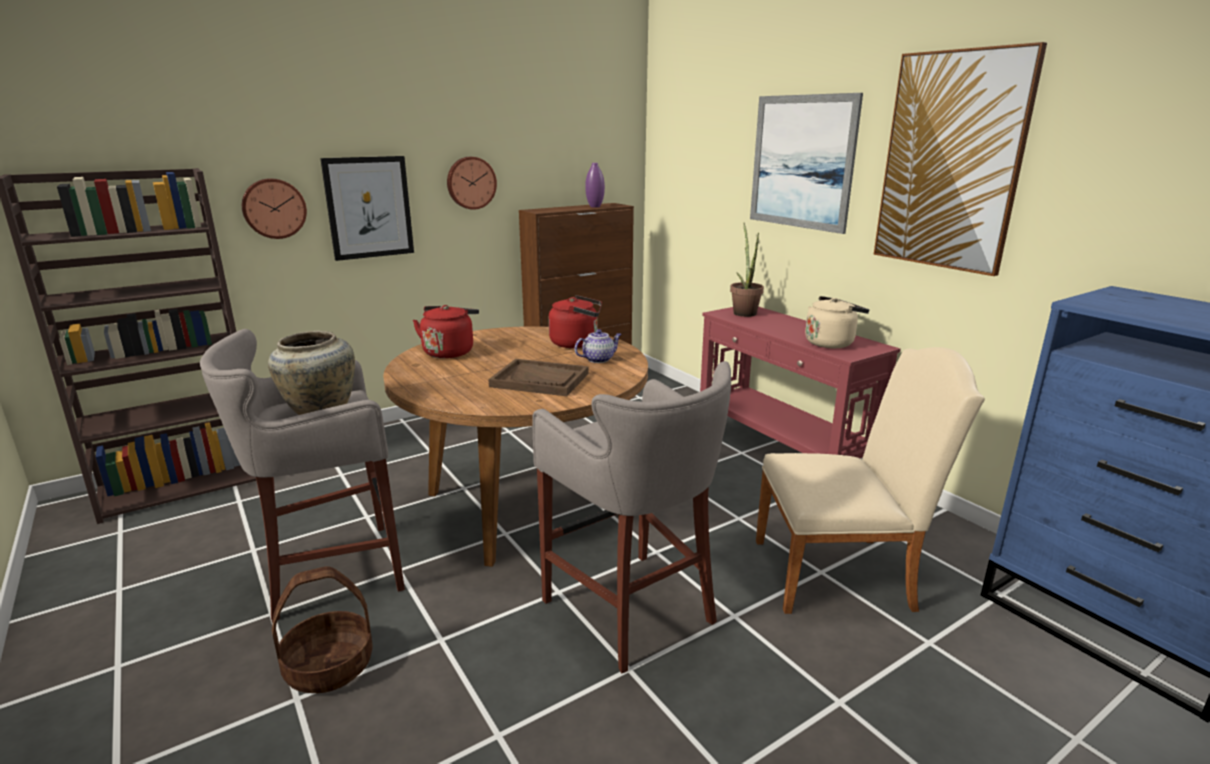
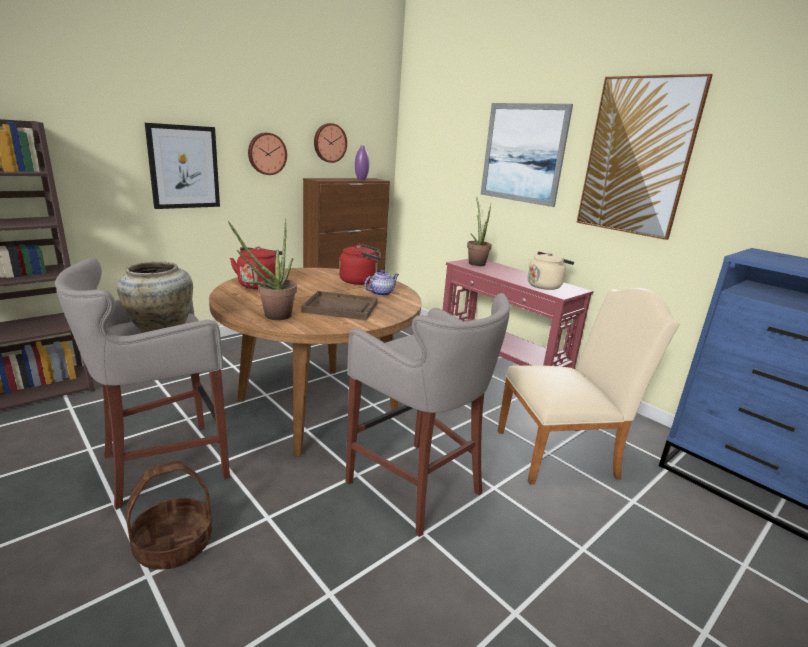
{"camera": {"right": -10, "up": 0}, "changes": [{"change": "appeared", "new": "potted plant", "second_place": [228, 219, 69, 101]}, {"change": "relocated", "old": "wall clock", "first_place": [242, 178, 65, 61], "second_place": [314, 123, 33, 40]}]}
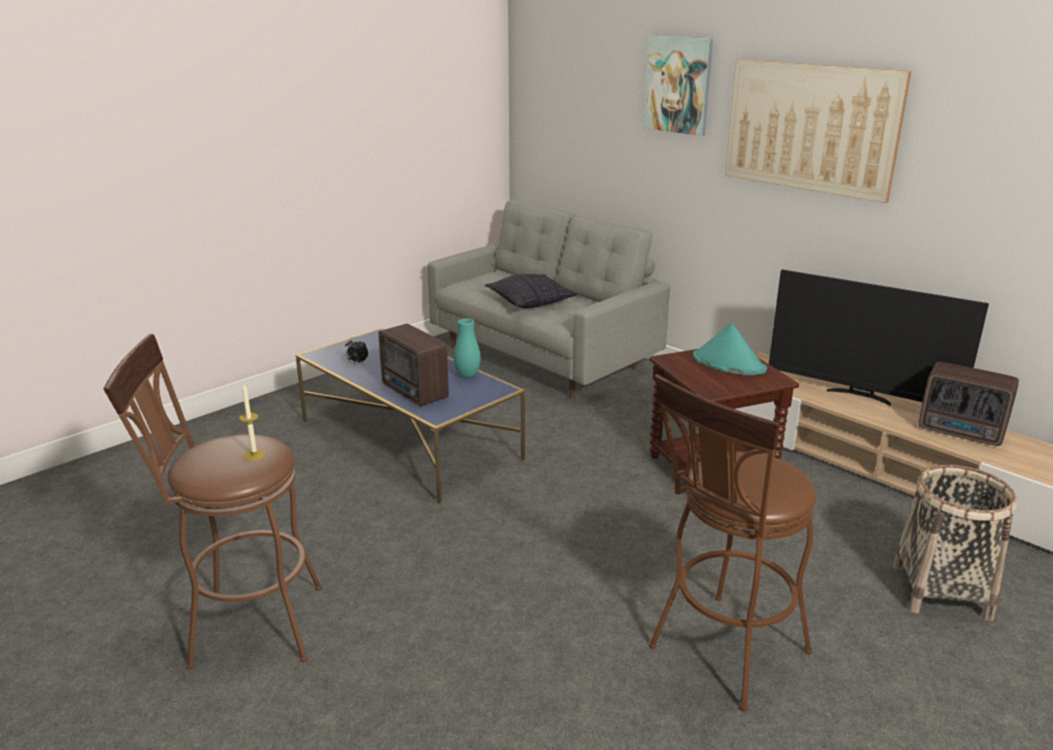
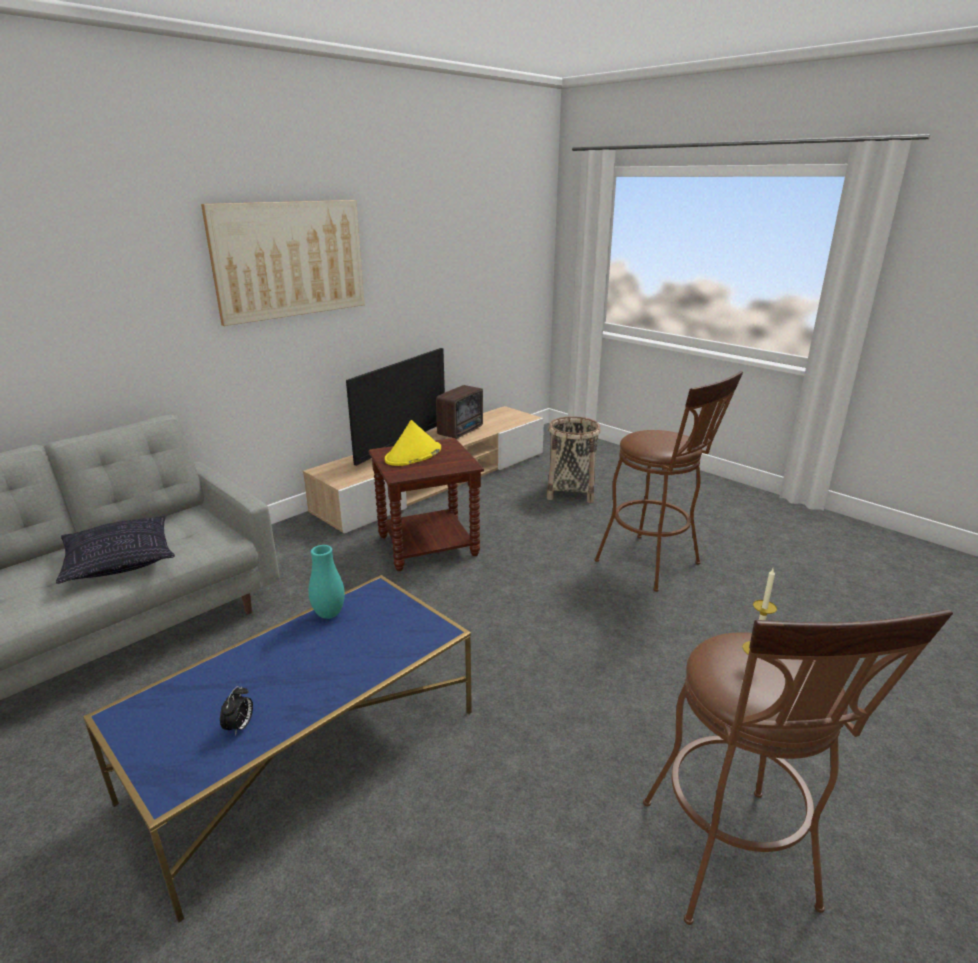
{"camera": {"right": -90, "up": 0}, "changes": [{"change": "missing", "old": "radio", "first_place": [378, 324, 71, 82]}, {"change": "missing", "old": "picture", "first_place": [643, 35, 70, 101]}, {"change": "colour", "old": "turquoise hat", "new": "yellow hat", "first_place": [693, 322, 74, 53], "second_place": [385, 420, 56, 46]}]}
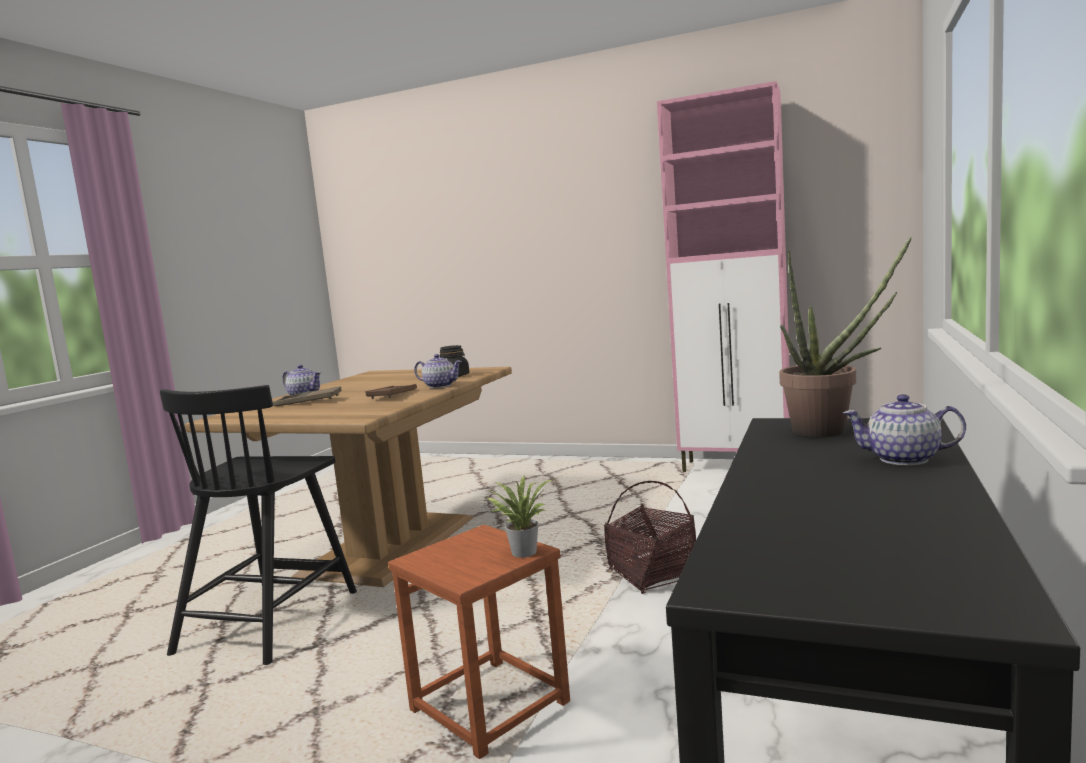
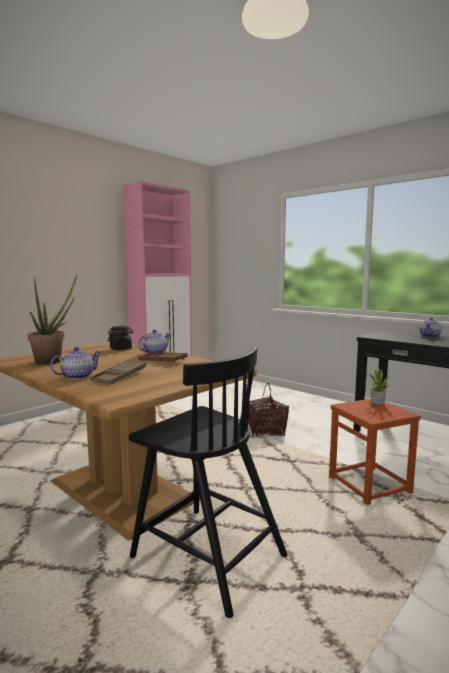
{"camera": {"right": -70, "up": 0}, "changes": [{"change": "relocated", "old": "potted plant", "first_place": [779, 235, 134, 202], "second_place": [27, 274, 50, 91]}]}
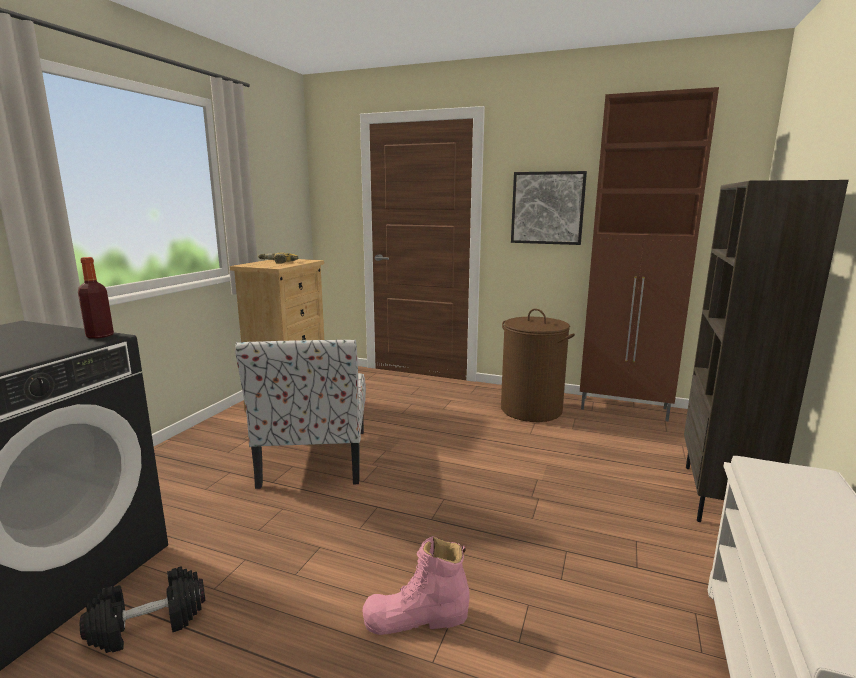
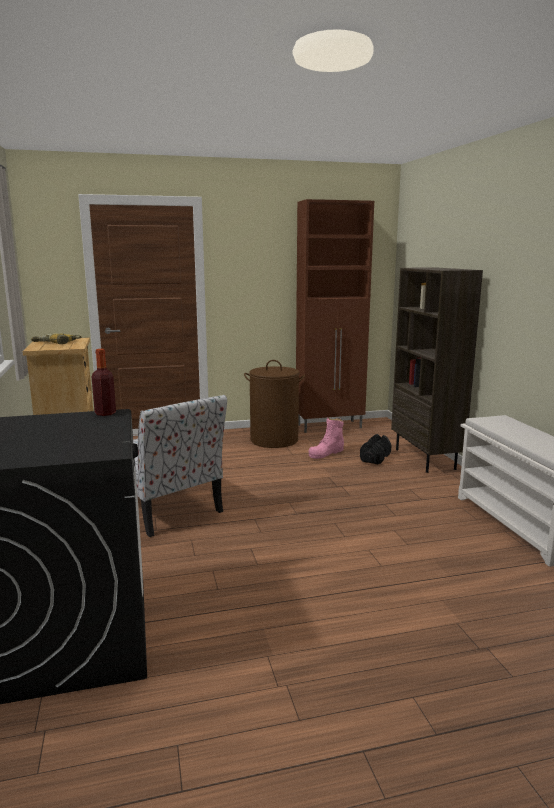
{"camera": {"right": -35, "up": 0}, "changes": [{"change": "missing", "old": "picture", "first_place": [511, 171, 76, 74]}, {"change": "relocated", "old": "black dumbbell", "first_place": [80, 566, 125, 87], "second_place": [360, 434, 31, 31]}, {"change": "relocated", "old": "pink boot", "first_place": [362, 536, 107, 99], "second_place": [308, 418, 36, 41]}]}
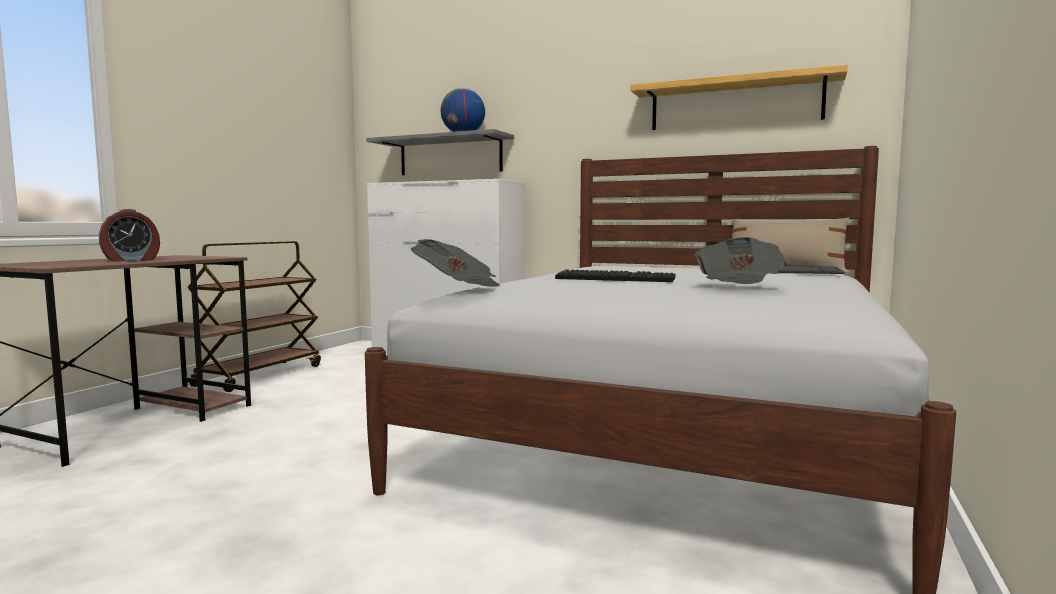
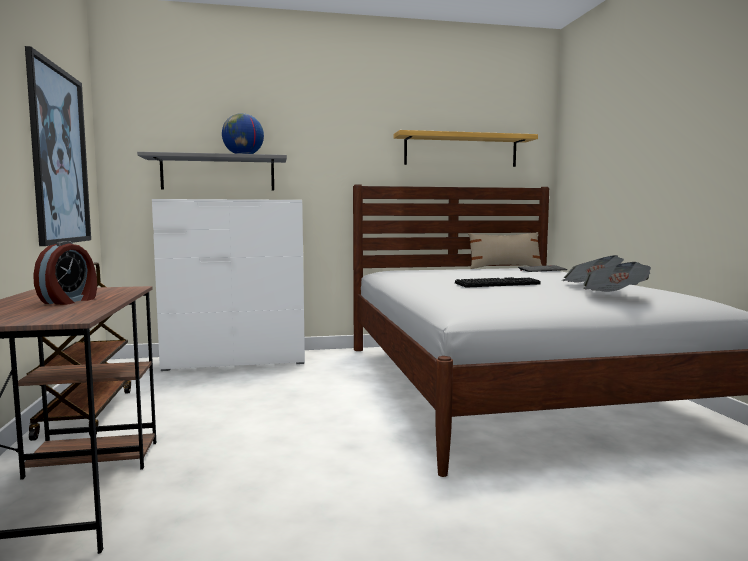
{"camera": {"right": -35, "up": 0}, "changes": [{"change": "appeared", "new": "picture", "second_place": [25, 46, 66, 200]}, {"change": "relocated", "old": "newspaper", "first_place": [411, 239, 89, 48], "second_place": [583, 262, 68, 30]}]}
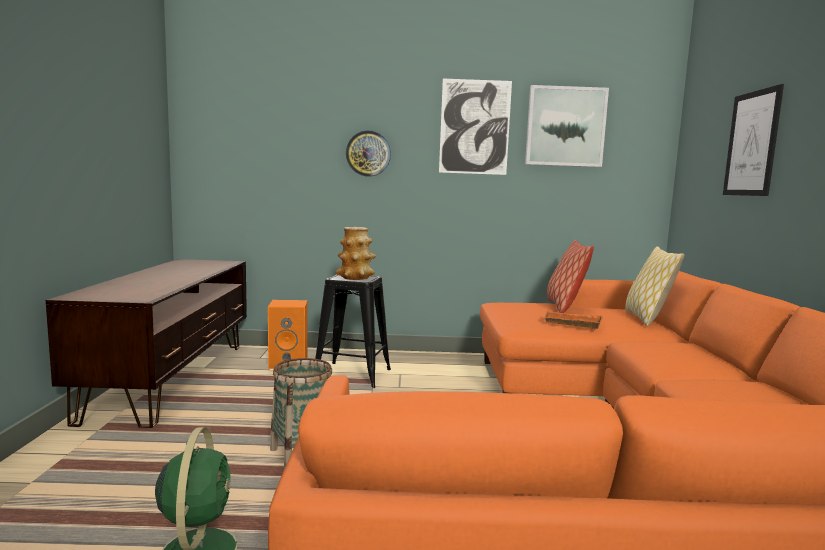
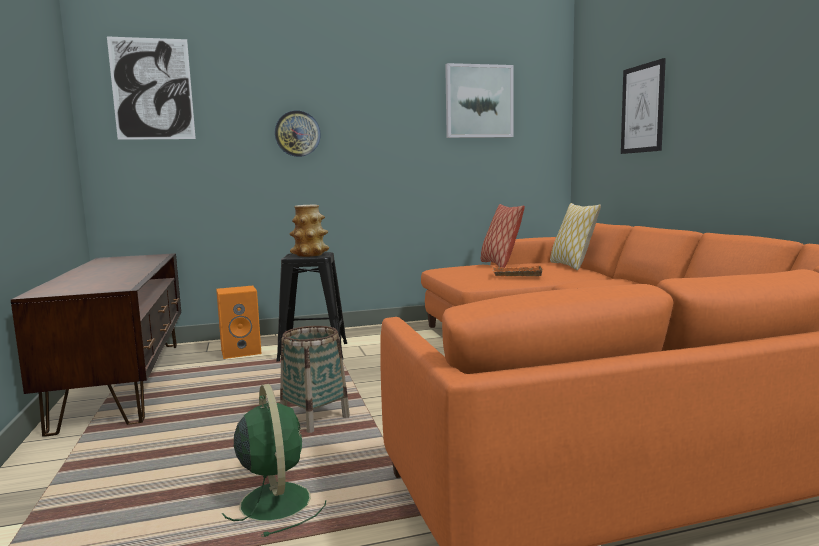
{"camera": {"right": -15, "up": 0}, "changes": [{"change": "relocated", "old": "picture", "first_place": [439, 79, 73, 96], "second_place": [107, 36, 89, 104]}]}
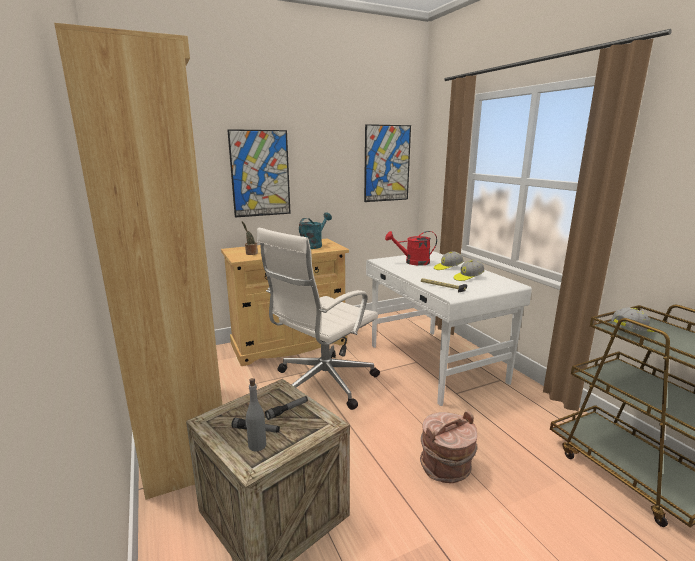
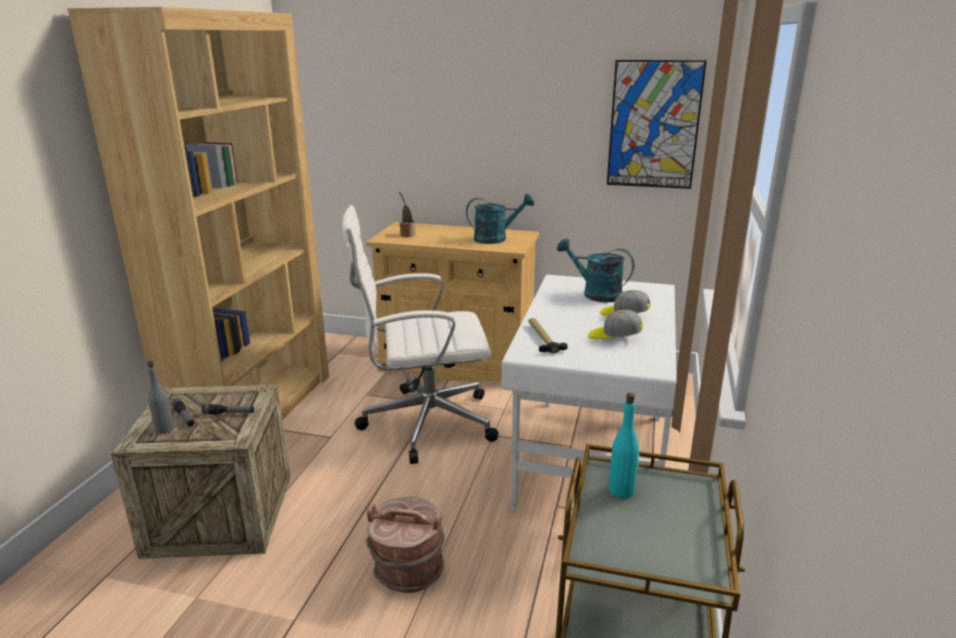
{"camera": {"right": 40, "up": 5}, "changes": [{"change": "missing", "old": "picture", "first_place": [227, 129, 64, 89]}, {"change": "exchanged", "old": "cap", "new": "turquoise bottle", "first_place": [611, 308, 44, 24], "second_place": [608, 393, 31, 105]}, {"change": "colour", "old": "red watering can", "new": "turquoise watering can", "first_place": [385, 231, 52, 35], "second_place": [557, 238, 78, 64]}]}
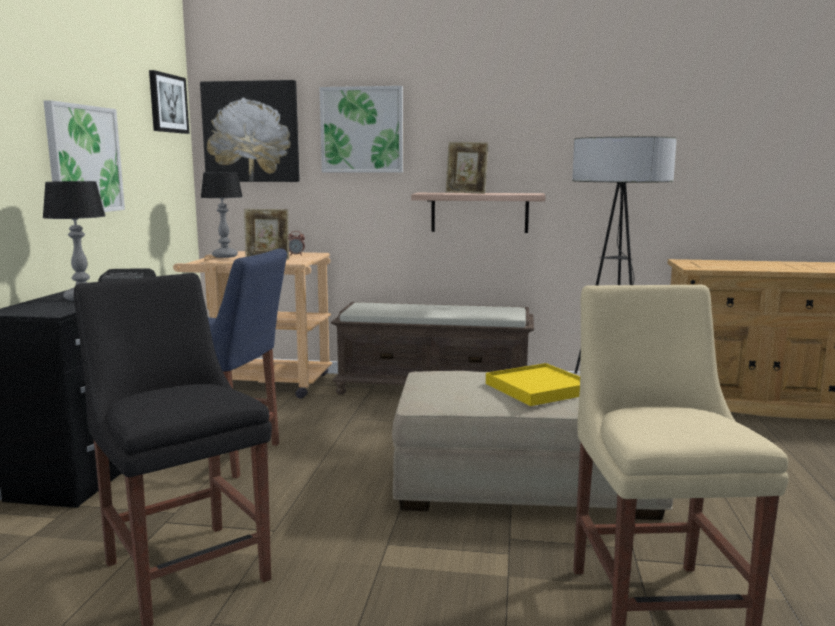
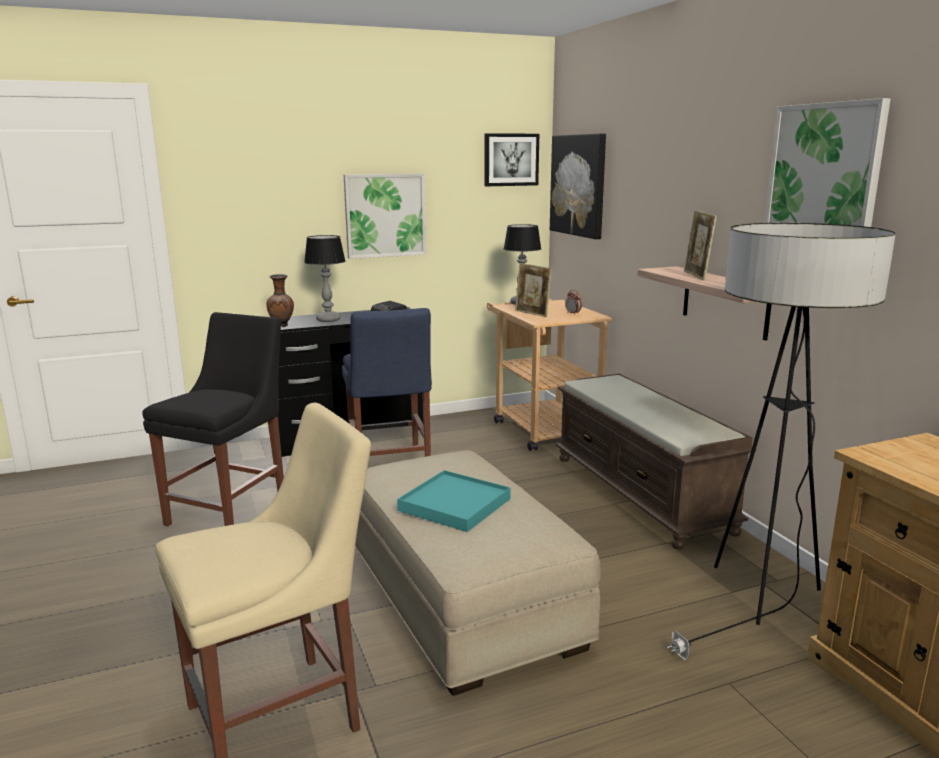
{"camera": {"right": 60, "up": 5}, "changes": [{"change": "appeared", "new": "brown vase", "second_place": [266, 274, 28, 53]}, {"change": "relocated", "old": "picture", "first_place": [320, 86, 83, 87], "second_place": [764, 98, 127, 129]}, {"change": "colour", "old": "yellow tray", "new": "turquoise tray", "first_place": [486, 363, 94, 43], "second_place": [397, 470, 114, 62]}]}
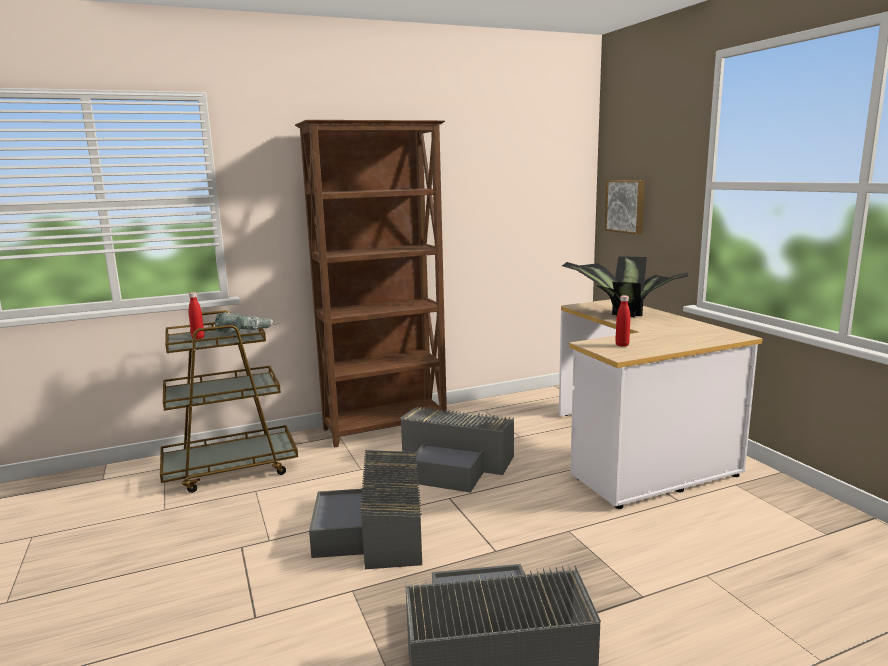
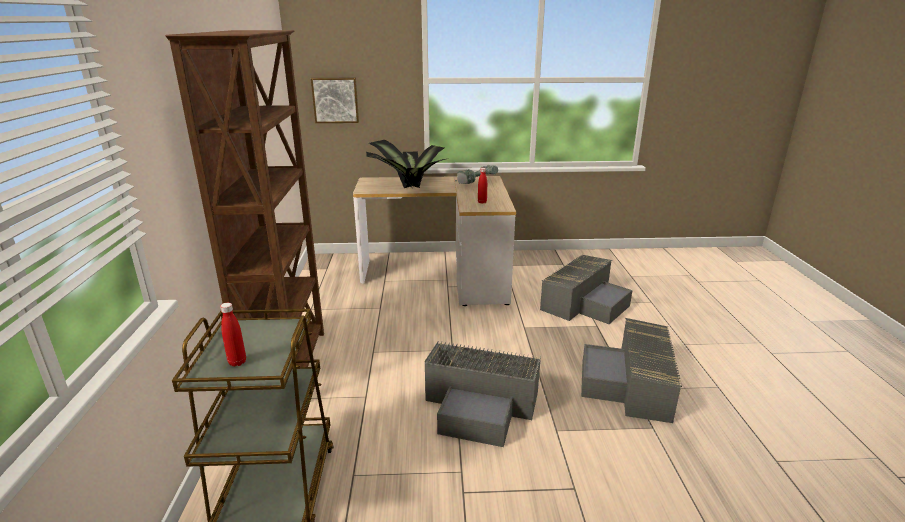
{"camera": {"right": -70, "up": 10}, "changes": [{"change": "relocated", "old": "power drill", "first_place": [215, 312, 63, 20], "second_place": [455, 165, 43, 19]}, {"change": "relocated", "old": "grey storage box", "first_place": [400, 406, 114, 87], "second_place": [540, 255, 92, 69]}]}
